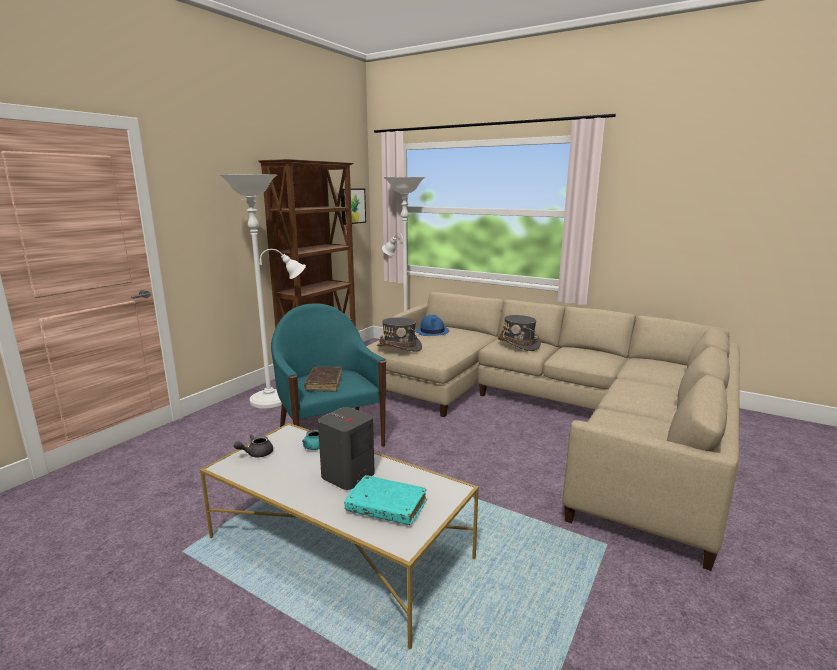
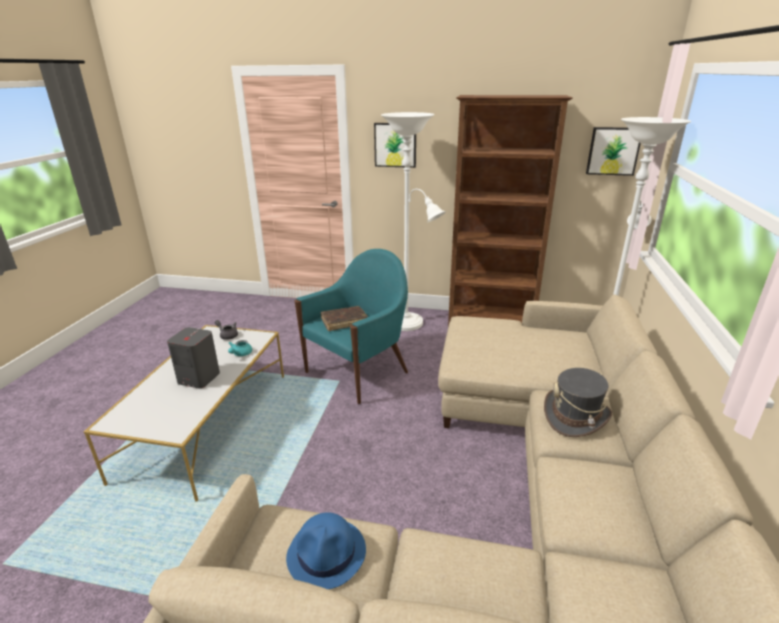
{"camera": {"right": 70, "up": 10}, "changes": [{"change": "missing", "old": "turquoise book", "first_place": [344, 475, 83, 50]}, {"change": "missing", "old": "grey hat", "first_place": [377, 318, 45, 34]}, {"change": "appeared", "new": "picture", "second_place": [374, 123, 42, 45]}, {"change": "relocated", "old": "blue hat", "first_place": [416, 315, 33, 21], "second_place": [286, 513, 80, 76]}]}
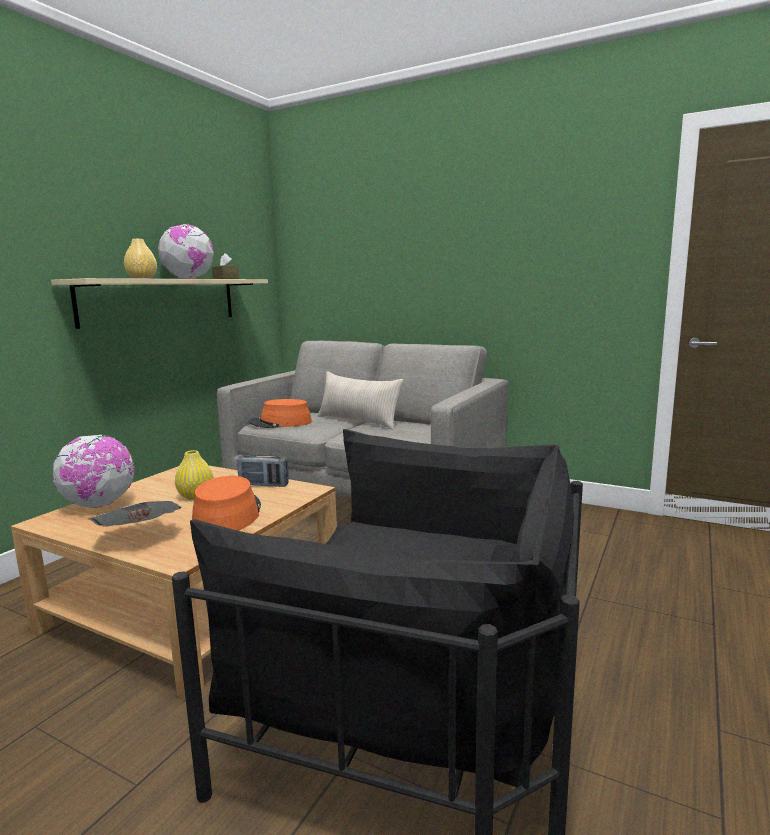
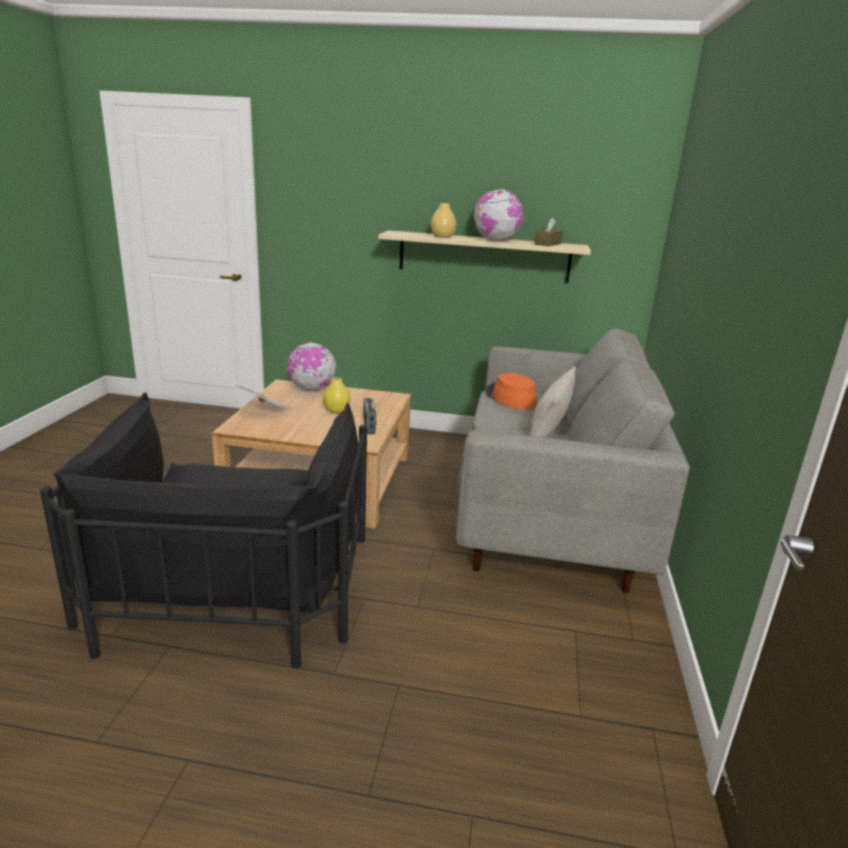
{"camera": {"right": 70, "up": 10}, "changes": [{"change": "missing", "old": "orange hat", "first_place": [192, 476, 69, 55]}]}
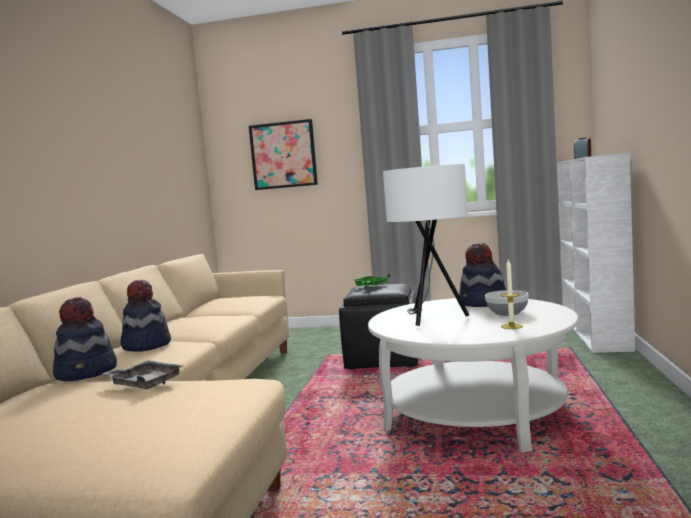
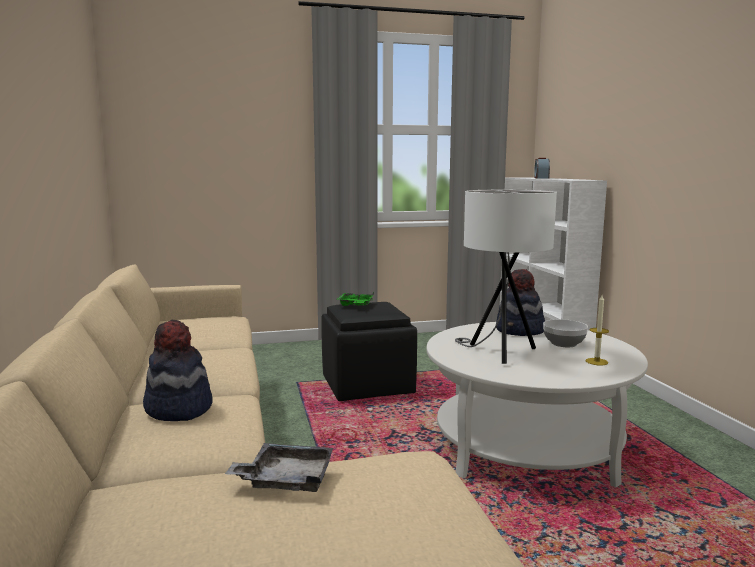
{"camera": {"right": -25, "up": 5}, "changes": [{"change": "missing", "old": "hat", "first_place": [53, 297, 64, 84]}, {"change": "missing", "old": "picture", "first_place": [249, 119, 69, 71]}]}
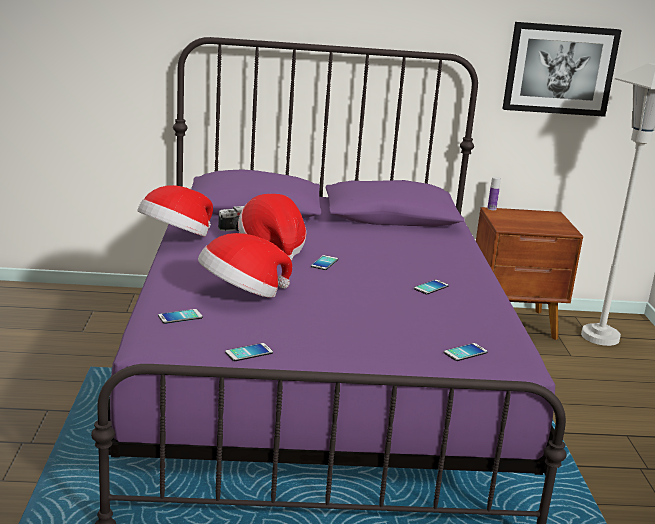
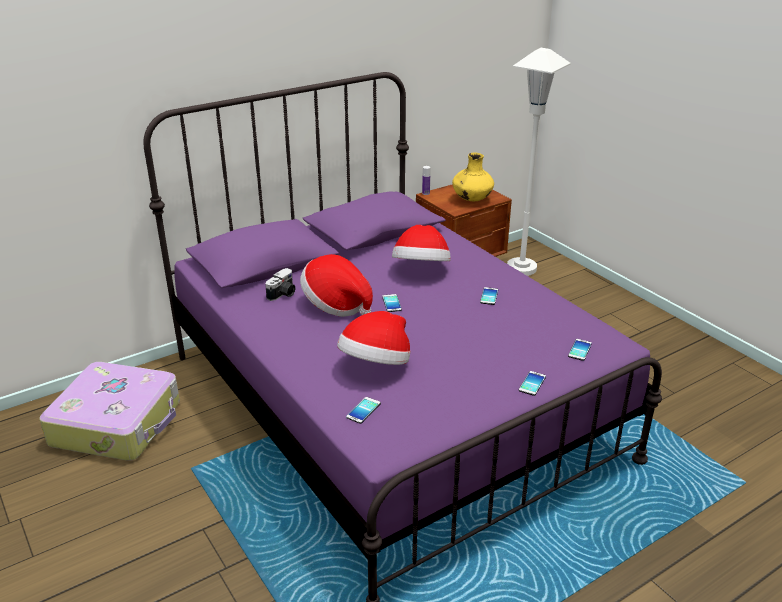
{"camera": {"right": -30, "up": 10}, "changes": [{"change": "missing", "old": "picture", "first_place": [502, 22, 120, 95]}, {"change": "appeared", "new": "suitcase", "second_place": [39, 362, 141, 99]}, {"change": "appeared", "new": "yellow vase", "second_place": [452, 153, 42, 48]}, {"change": "relocated", "old": "hat", "first_place": [137, 185, 76, 52], "second_place": [392, 225, 59, 36]}, {"change": "relocated", "old": "phone", "first_place": [225, 343, 48, 18], "second_place": [519, 371, 27, 25]}]}
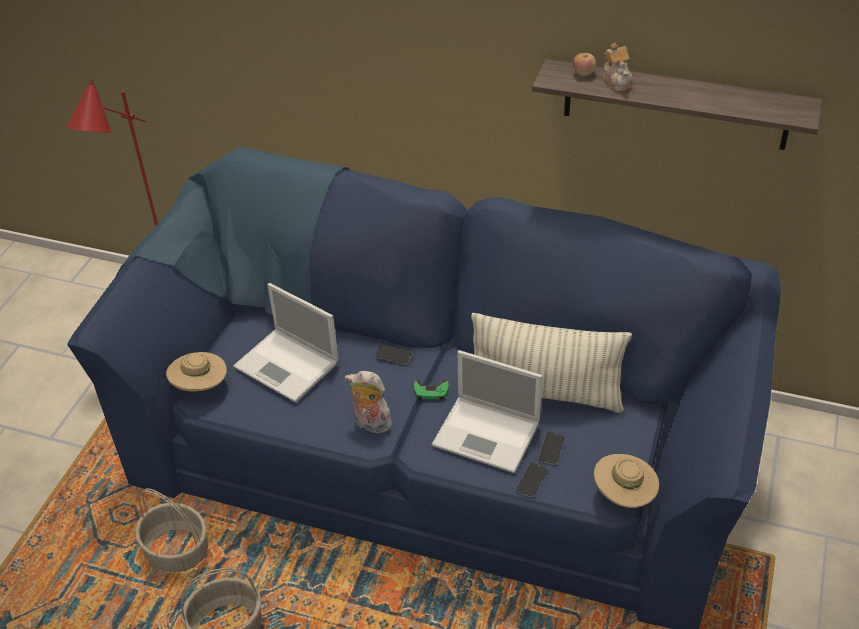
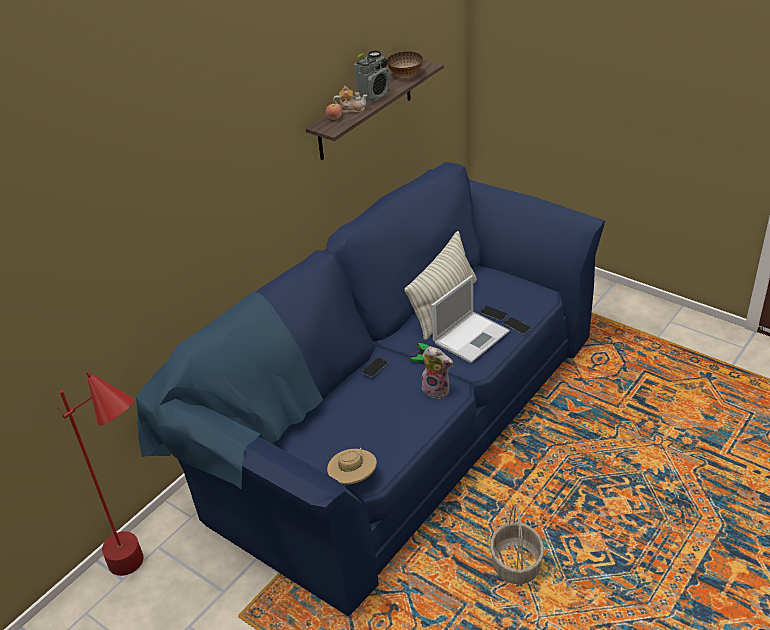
{"camera": {"right": -70, "up": -5}, "changes": [{"change": "missing", "old": "basket", "first_place": [135, 488, 73, 85]}, {"change": "missing", "old": "laptop", "first_place": [233, 283, 106, 120]}, {"change": "missing", "old": "beige hat", "first_place": [594, 454, 65, 54]}, {"change": "appeared", "new": "radio", "second_place": [354, 50, 36, 52]}, {"change": "appeared", "new": "bowl", "second_place": [387, 51, 36, 26]}, {"change": "spun", "old": "plush toy", "first_place": [345, 371, 47, 62], "second_place": [422, 346, 31, 53], "degrees": -105}]}
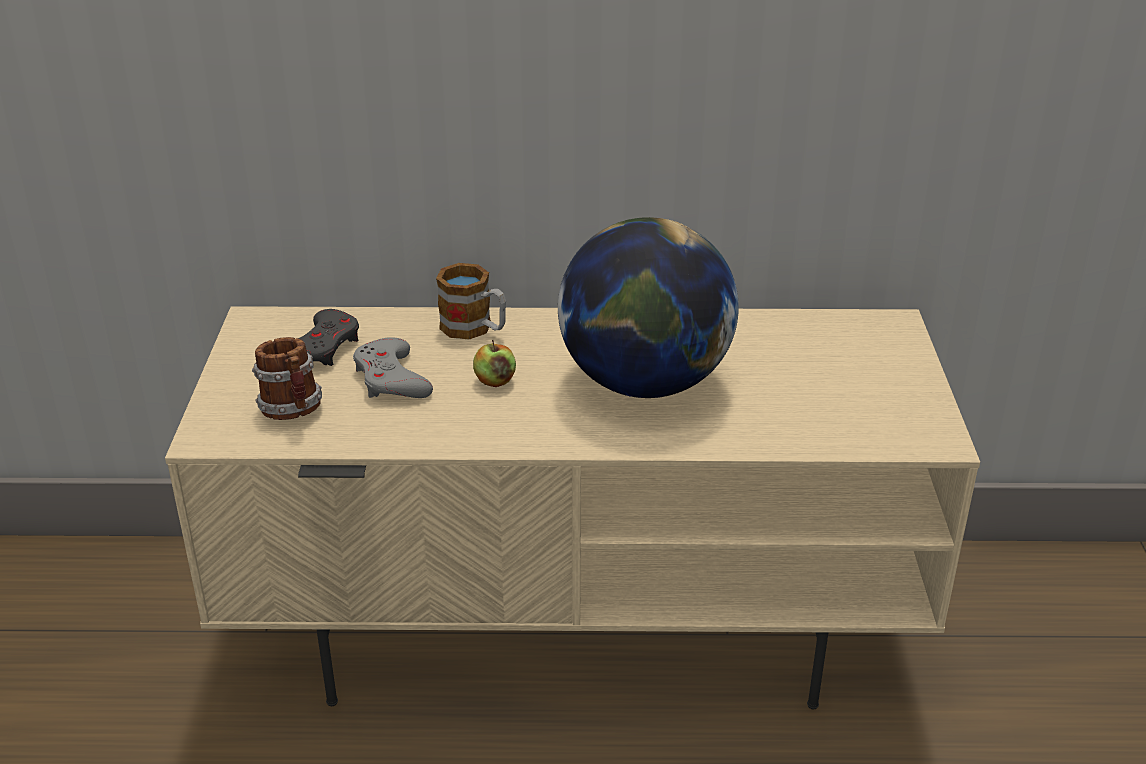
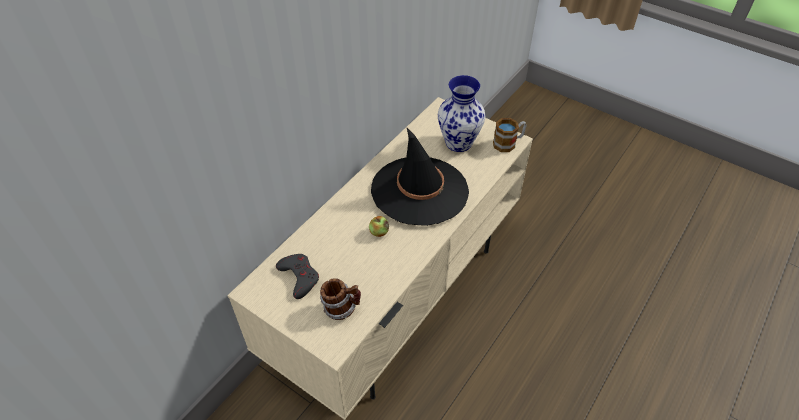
{"camera": {"right": -55, "up": 15}, "changes": [{"change": "missing", "old": "grey game controller", "first_place": [353, 337, 80, 61]}, {"change": "appeared", "new": "vase", "second_place": [438, 75, 47, 77]}, {"change": "relocated", "old": "mug", "first_place": [436, 263, 70, 76], "second_place": [493, 118, 34, 34]}, {"change": "exchanged", "old": "globe", "new": "black hat", "first_place": [558, 217, 181, 181], "second_place": [371, 128, 98, 98]}]}
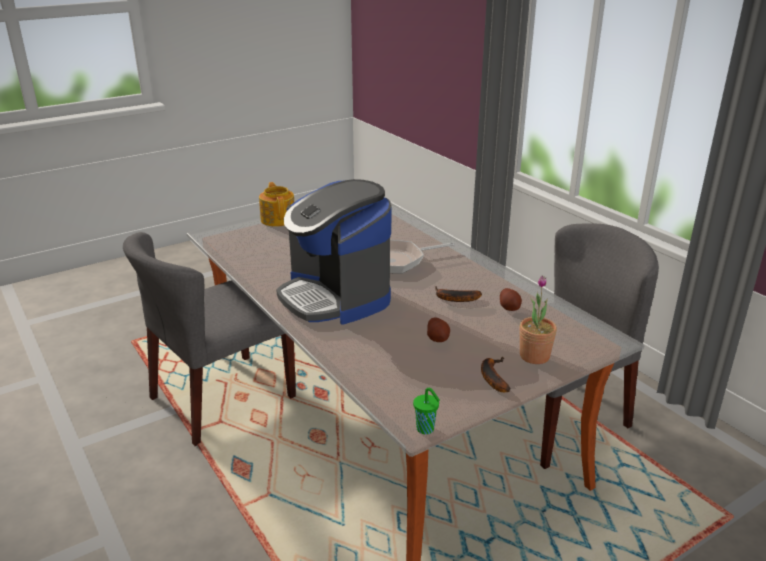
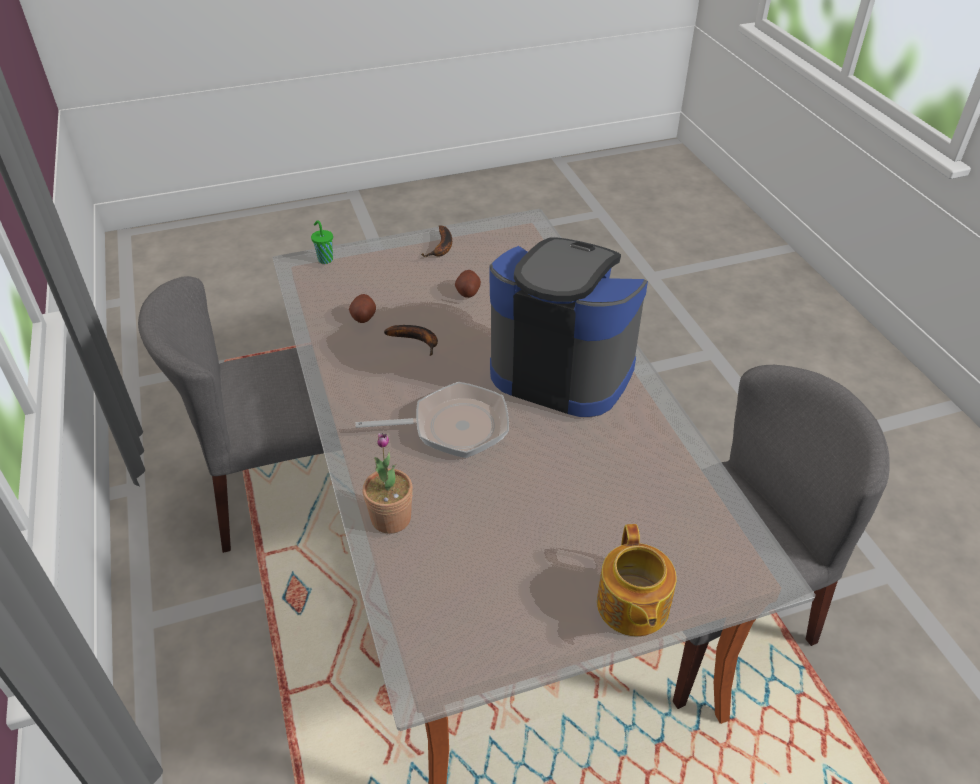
{"camera": {"right": -165, "up": 15}, "changes": [{"change": "relocated", "old": "green cup", "first_place": [413, 388, 27, 46], "second_place": [311, 220, 22, 44]}, {"change": "relocated", "old": "potted plant", "first_place": [520, 275, 37, 89], "second_place": [363, 433, 50, 101]}, {"change": "spun", "old": "coffee machine", "first_place": [276, 179, 116, 146], "second_place": [489, 237, 159, 180], "degrees": -45}]}
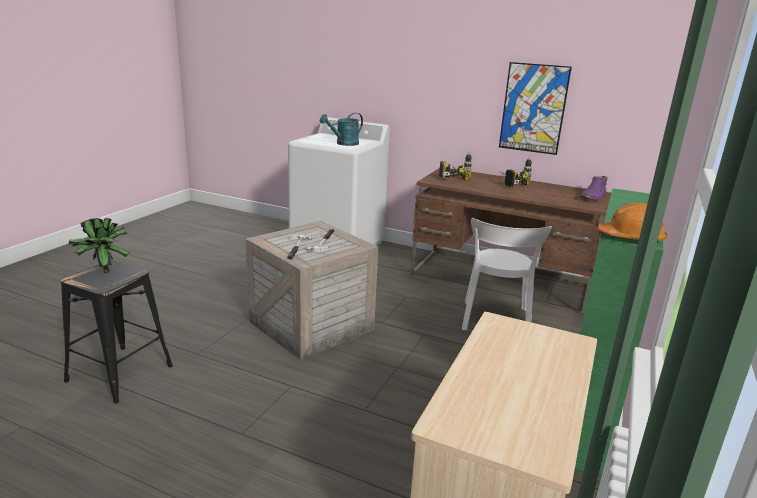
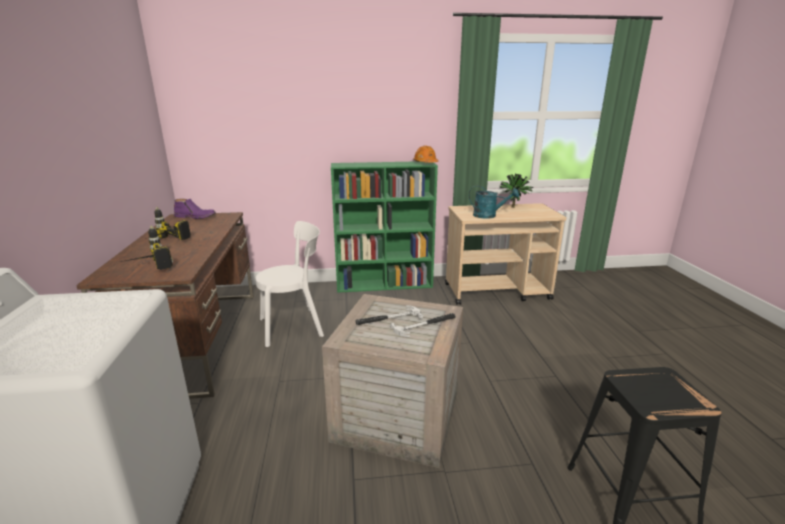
{"camera": {"right": -120, "up": 0}, "changes": [{"change": "missing", "old": "picture", "first_place": [499, 62, 73, 93]}, {"change": "relocated", "old": "potted plant", "first_place": [68, 218, 61, 55], "second_place": [500, 173, 33, 35]}, {"change": "relocated", "old": "turquoise watering can", "first_place": [320, 113, 43, 33], "second_place": [469, 185, 50, 34]}]}
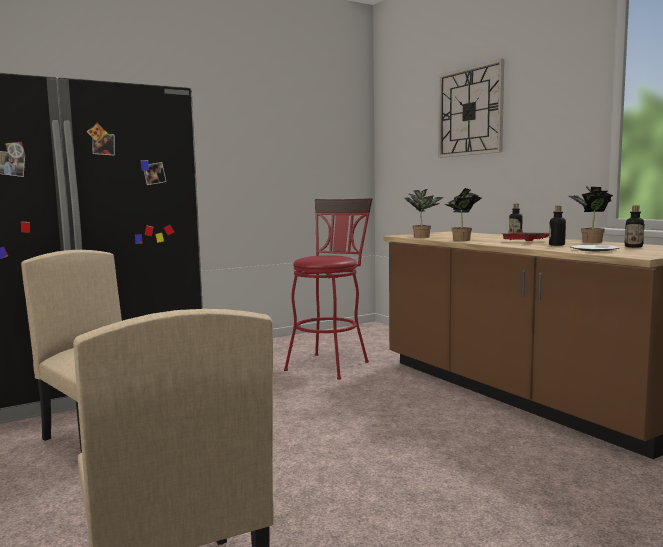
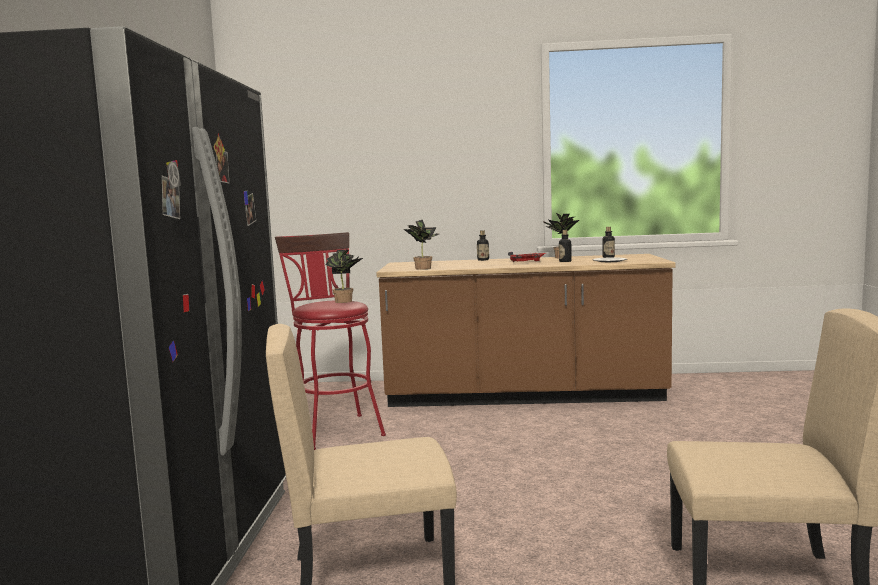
{"camera": {"right": -55, "up": 0}, "changes": [{"change": "missing", "old": "wall clock", "first_place": [438, 59, 66, 99]}, {"change": "relocated", "old": "potted plant", "first_place": [445, 188, 36, 53], "second_place": [326, 249, 37, 54]}]}
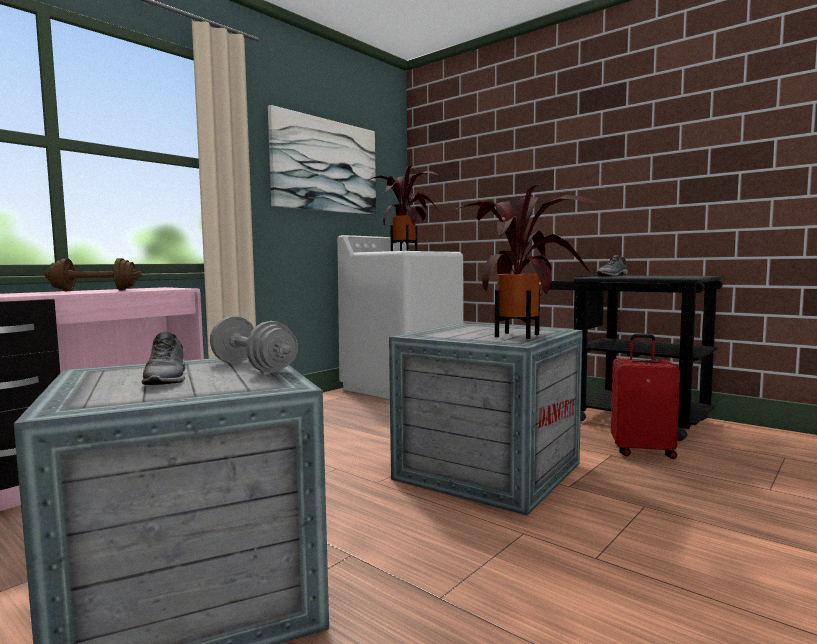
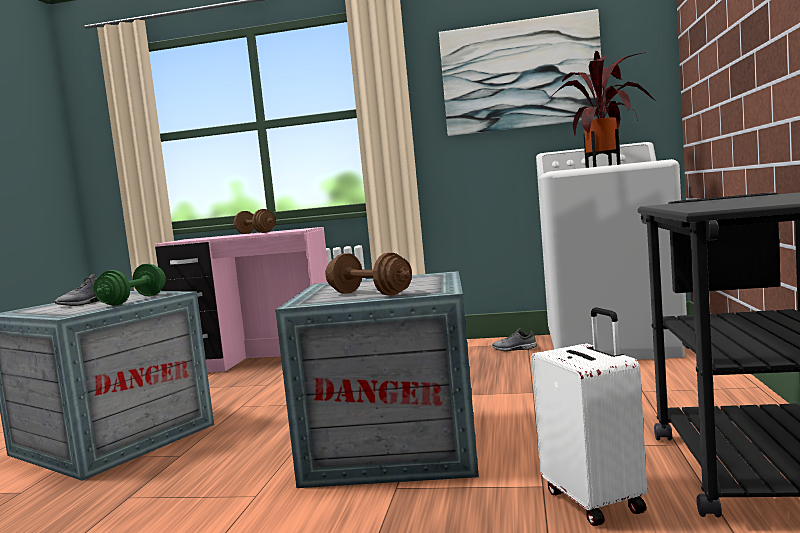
{"camera": {"right": 60, "up": 0}, "changes": [{"change": "relocated", "old": "grey shoe", "first_place": [597, 255, 31, 21], "second_place": [492, 329, 45, 22]}, {"change": "exchanged", "old": "potted plant", "new": "brown dumbbell", "first_place": [452, 184, 146, 155], "second_place": [326, 253, 86, 43]}, {"change": "colour", "old": "grey dumbbell", "new": "green dumbbell", "first_place": [210, 316, 88, 57], "second_place": [93, 263, 73, 43]}, {"change": "colour", "old": "red suitcase", "new": "white suitcase", "first_place": [611, 334, 69, 125], "second_place": [531, 307, 116, 219]}]}
